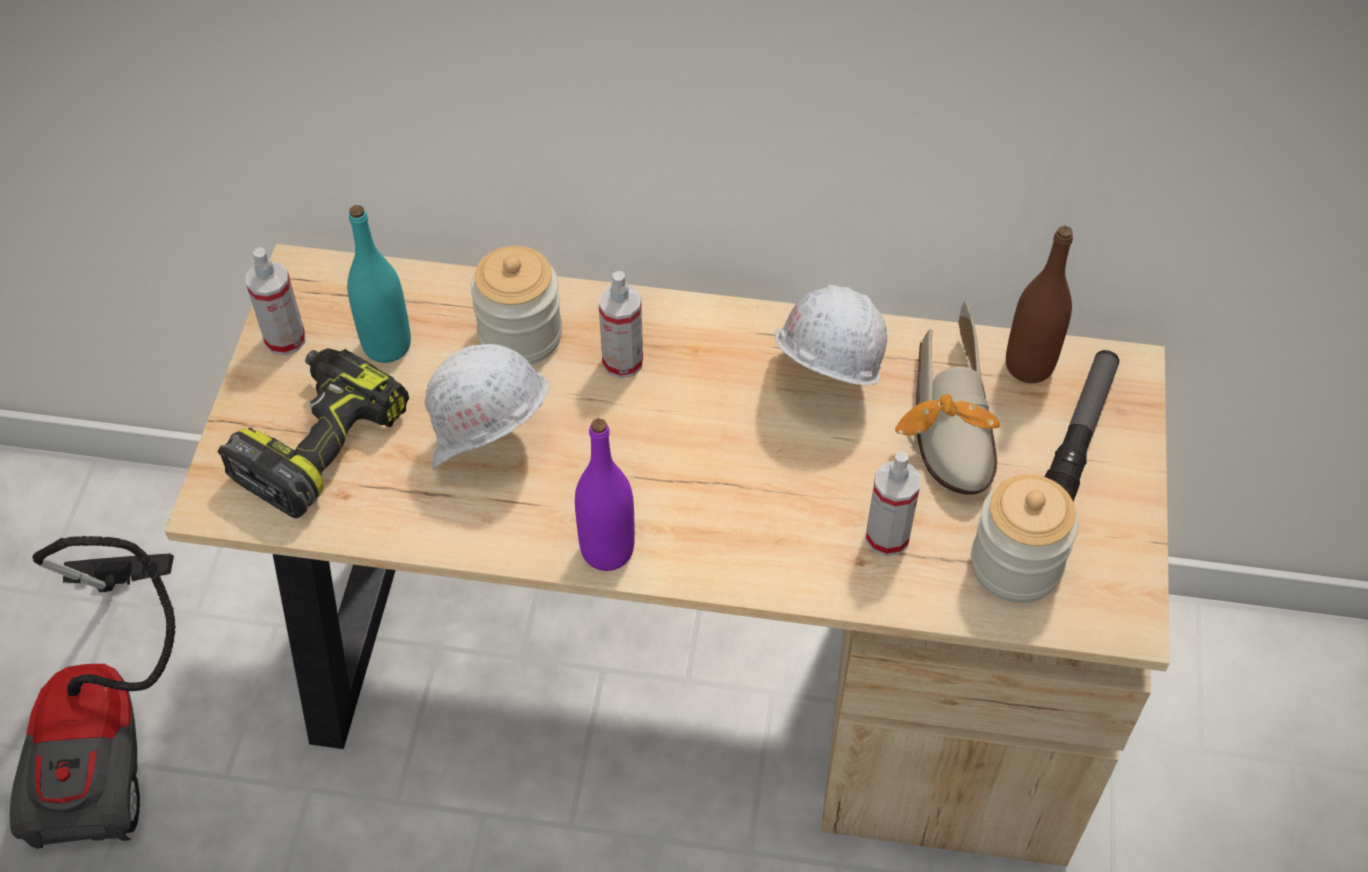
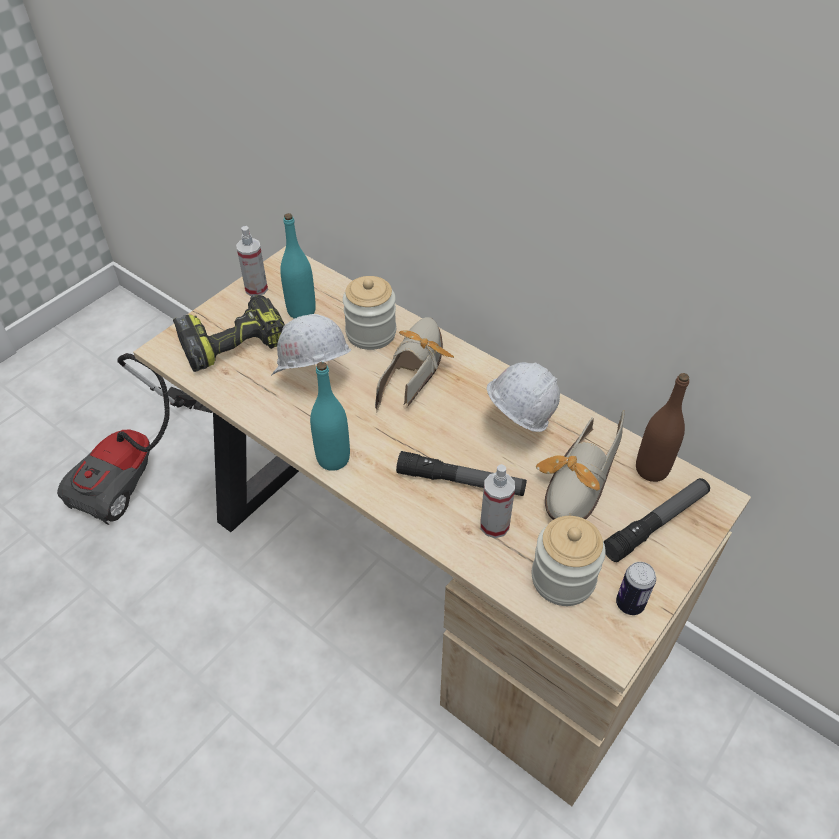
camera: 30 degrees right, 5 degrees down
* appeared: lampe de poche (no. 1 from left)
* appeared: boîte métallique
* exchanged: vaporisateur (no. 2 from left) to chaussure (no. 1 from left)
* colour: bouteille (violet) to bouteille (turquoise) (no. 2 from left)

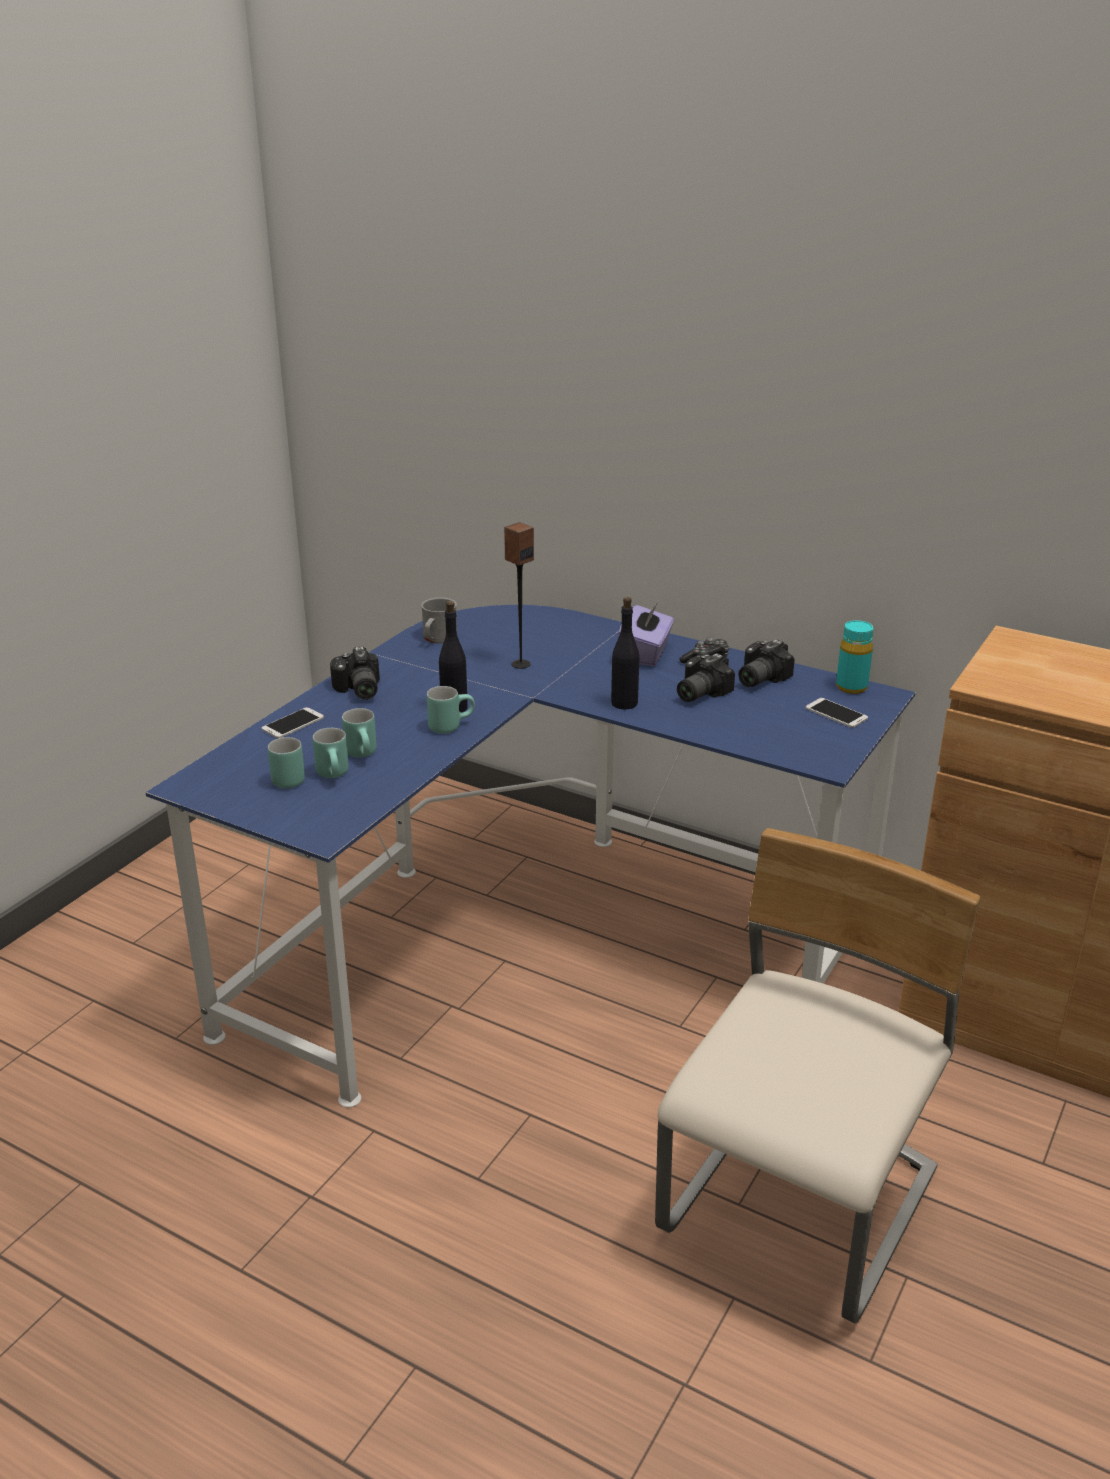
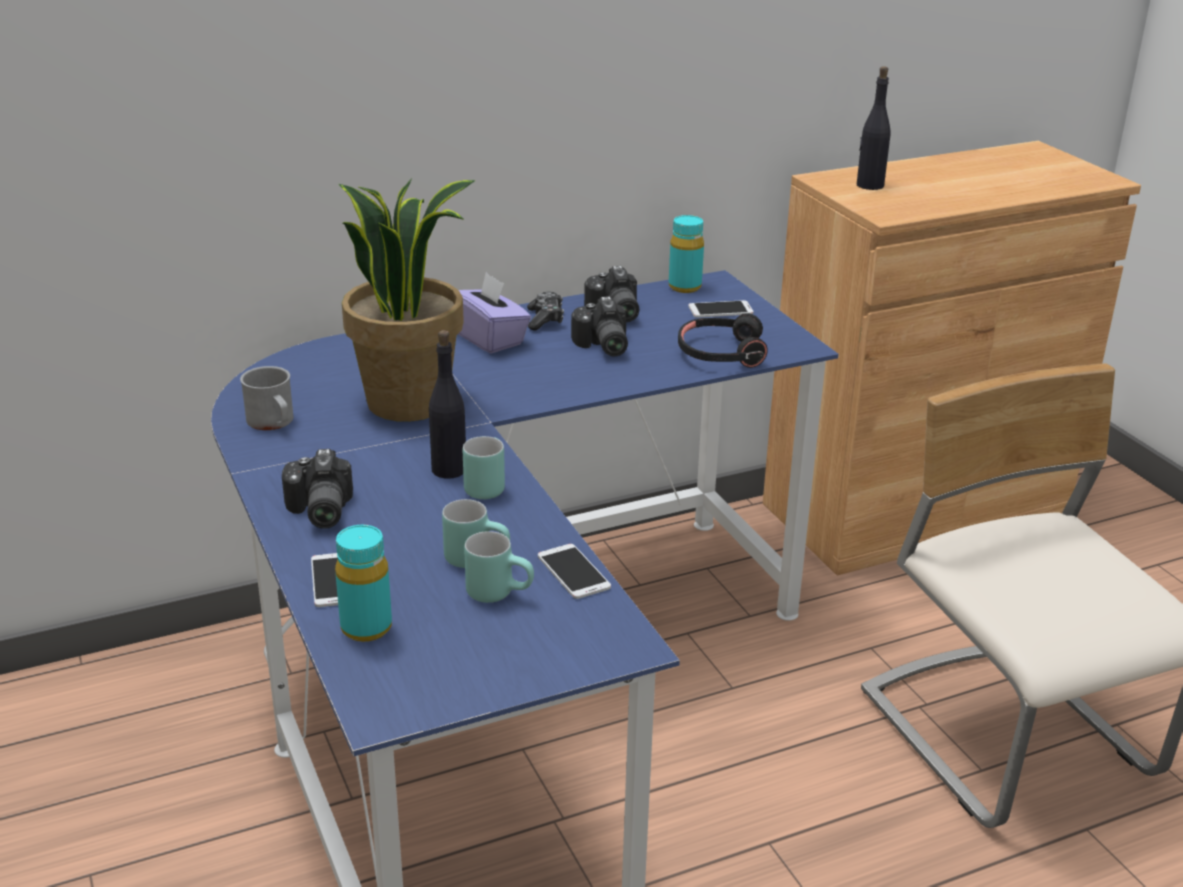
camera: 55 degrees left, 0 degrees up
* missing: mug (turquoise) (no. 1 from left)
* appeared: bouteille (turquoise) (no. 1 from left)
* appeared: téléphone (no. 2 from left)
* appeared: casque audio (noir)
* relocated: bouteille (noir) (no. 2 from left)
* exchanged: enceinte to plante en pot
* spun: appareil photo (no. 1 from left) 60 degrees clockwise

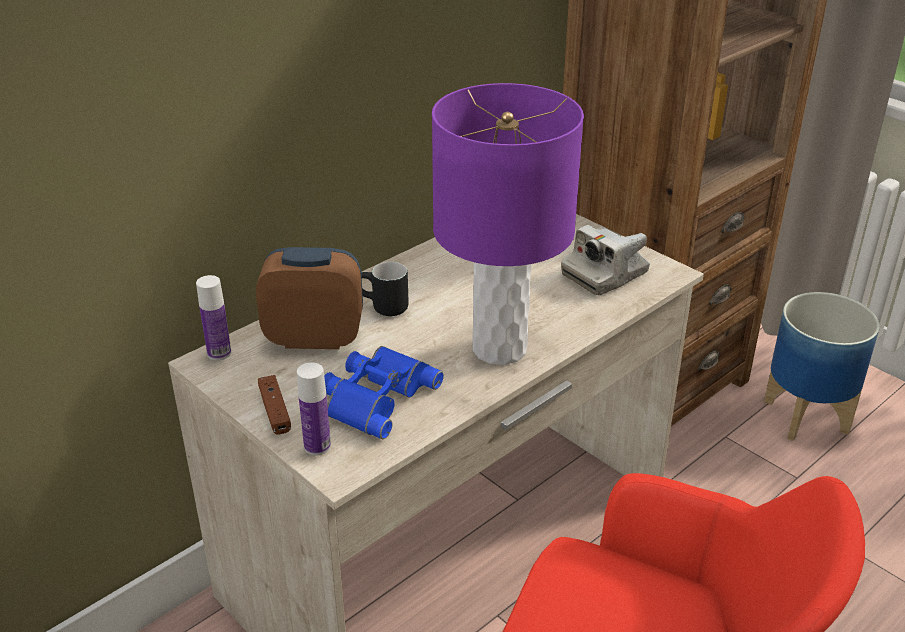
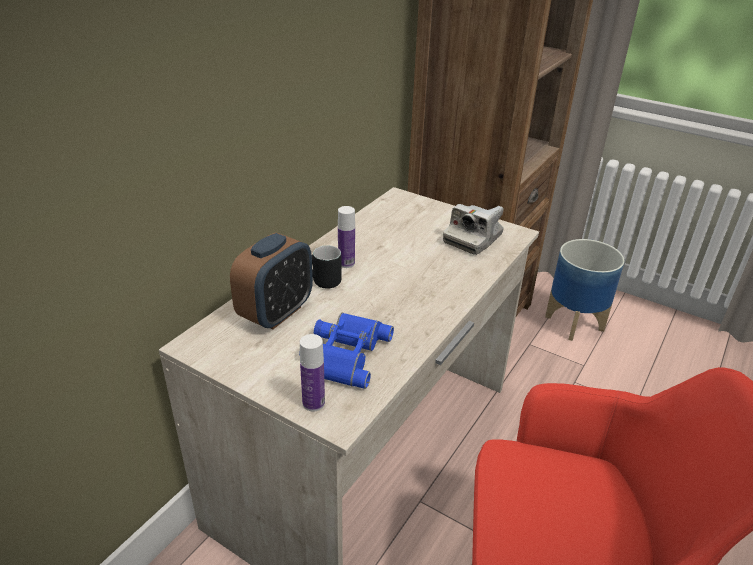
camera: 15 degrees left, 0 degrees up
* missing: manette (marron)
* missing: lampe de table (violet)
* relocated: bouteille (no. 1 from left in the first image) to bouteille (no. 2 from left)
* spun: réveil 135 degrees clockwise

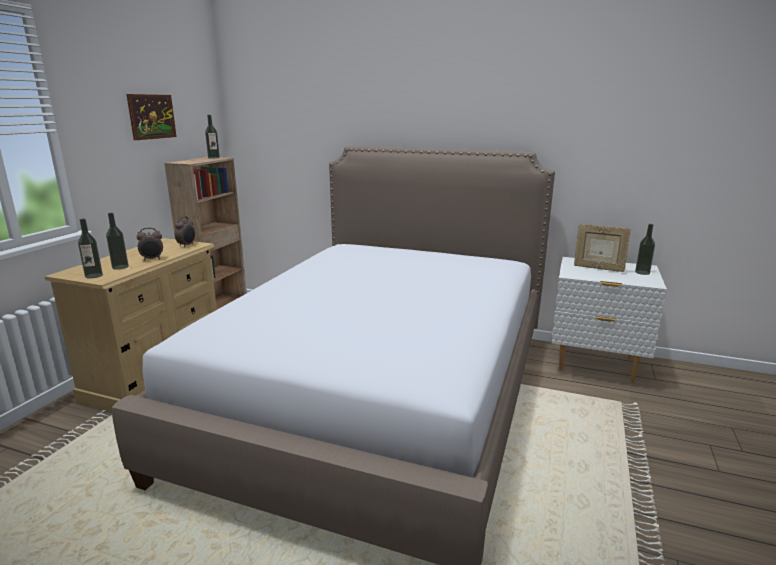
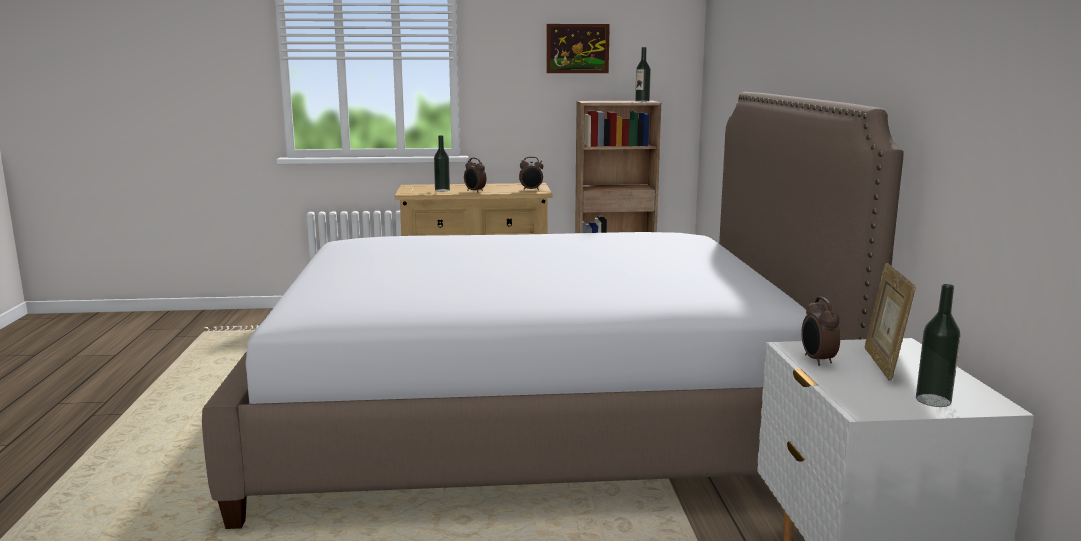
camera: 65 degrees right, 5 degrees down
* missing: bouteille (no. 1 from left)
* appeared: réveil (no. 3 from left)

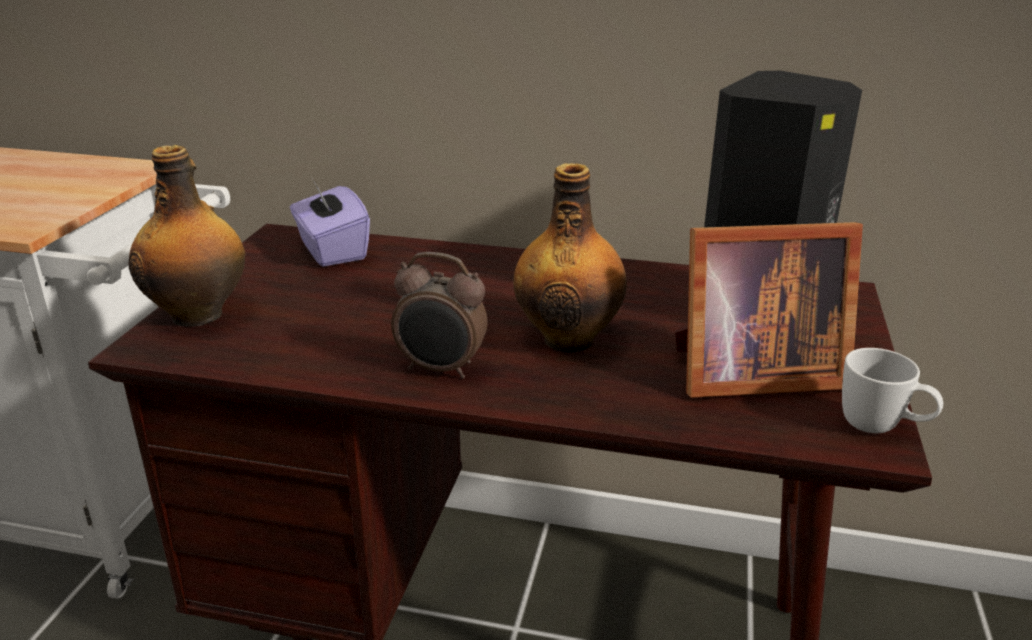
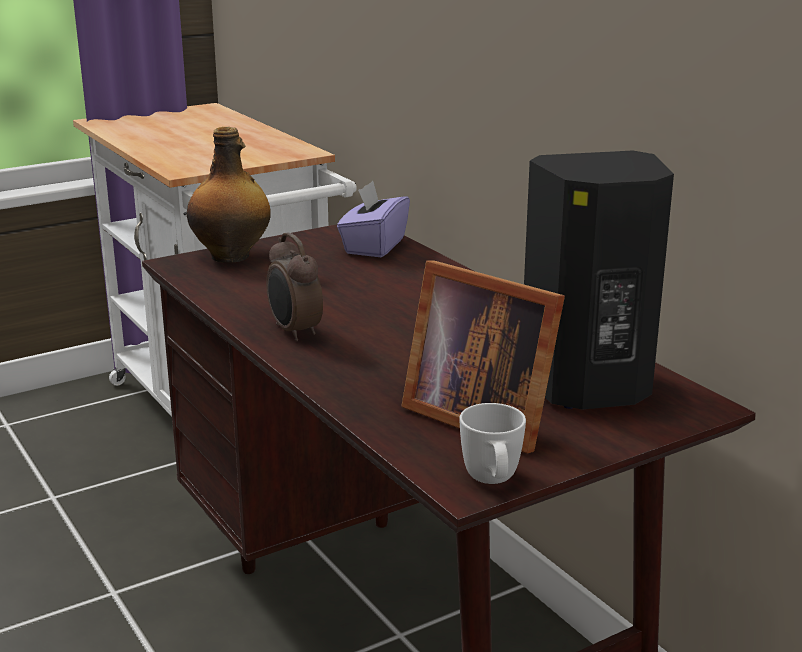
camera: 45 degrees right, 5 degrees down
* missing: bouteille (no. 2 from left)

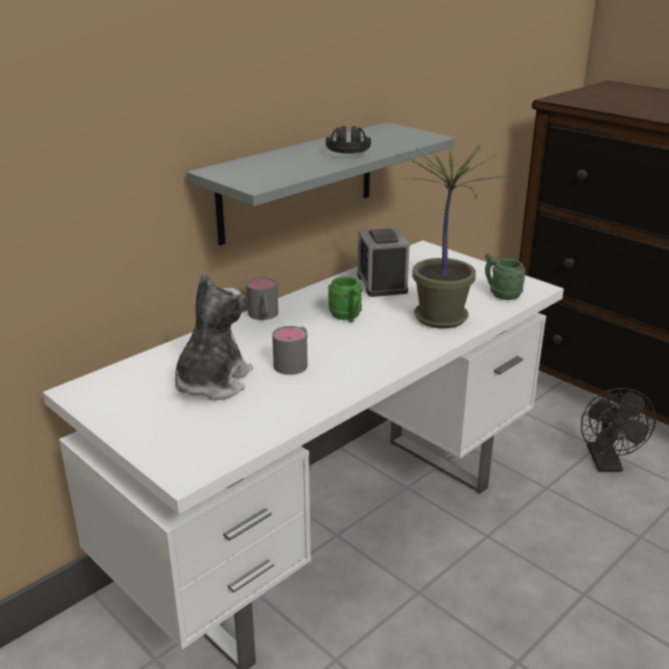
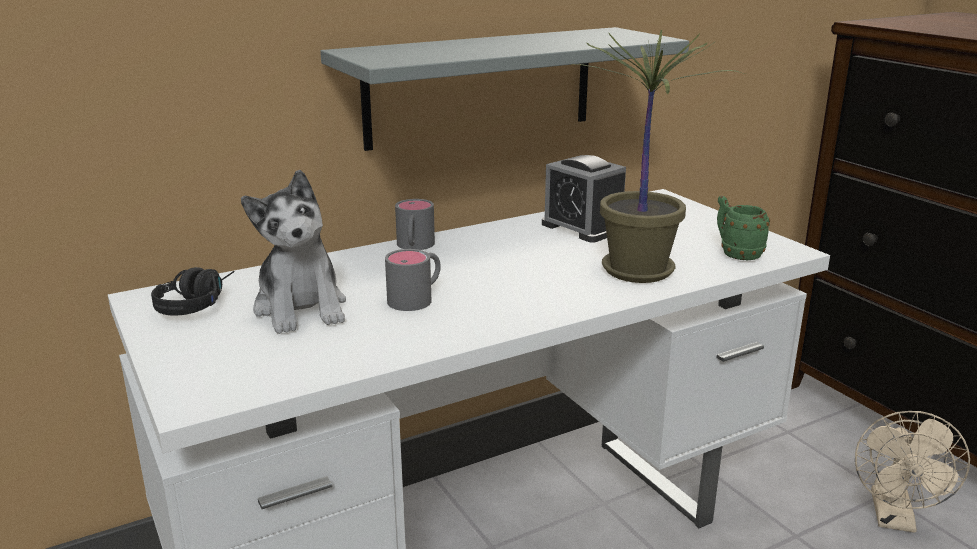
camera: 15 degrees right, 5 degrees down
* missing: mug (vert) (no. 1 from left)
* relocated: casque audio (noir)
* colour: ventilateur (noir) to ventilateur (beige)
* spun: peluche 120 degrees clockwise
* spun: réveil 45 degrees counterclockwise

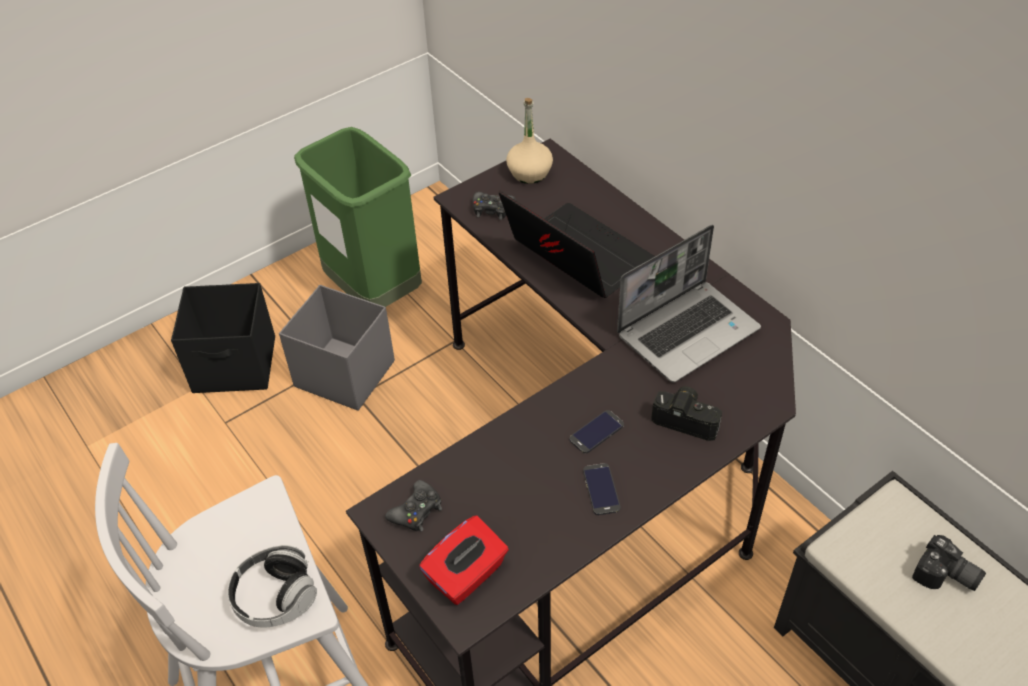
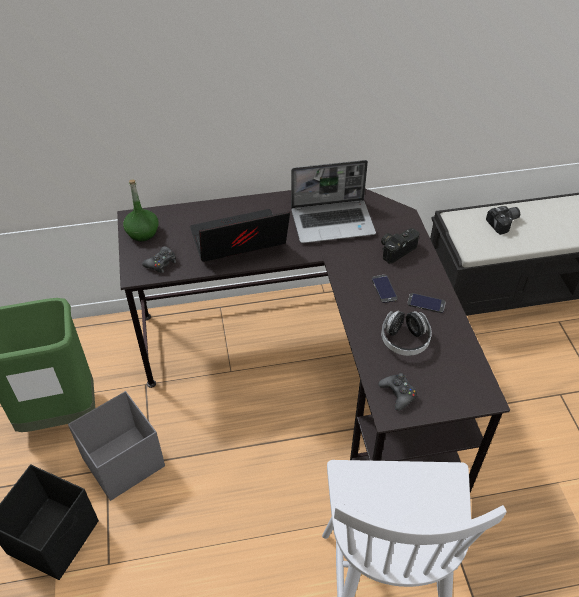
camera: 65 degrees left, 0 degrees up
* missing: boîte à mouchoirs (rouge)
* relocated: casque audio
* colour: bouteille (beige) to bouteille (vert)
* spun: ordinateur portable (no. 2 from left) 90 degrees clockwise

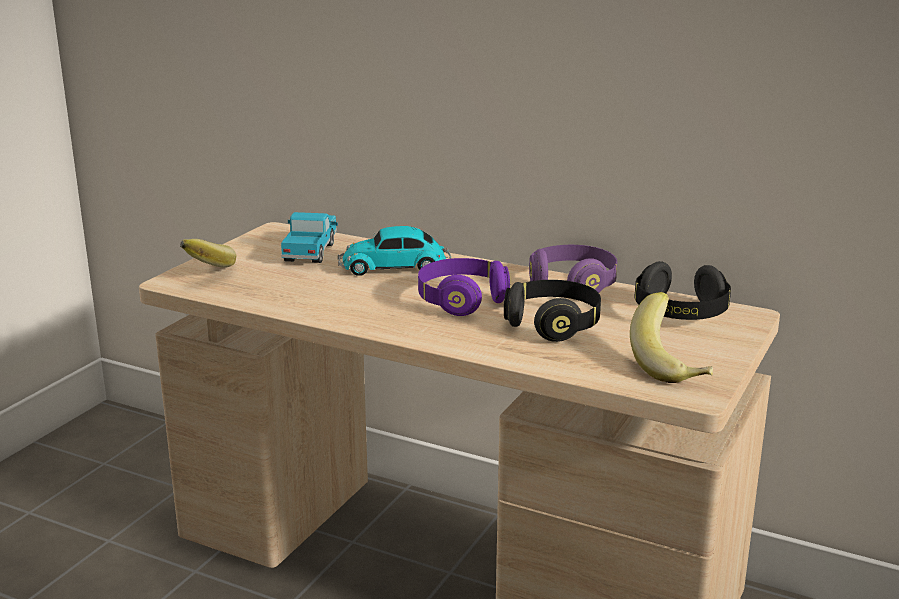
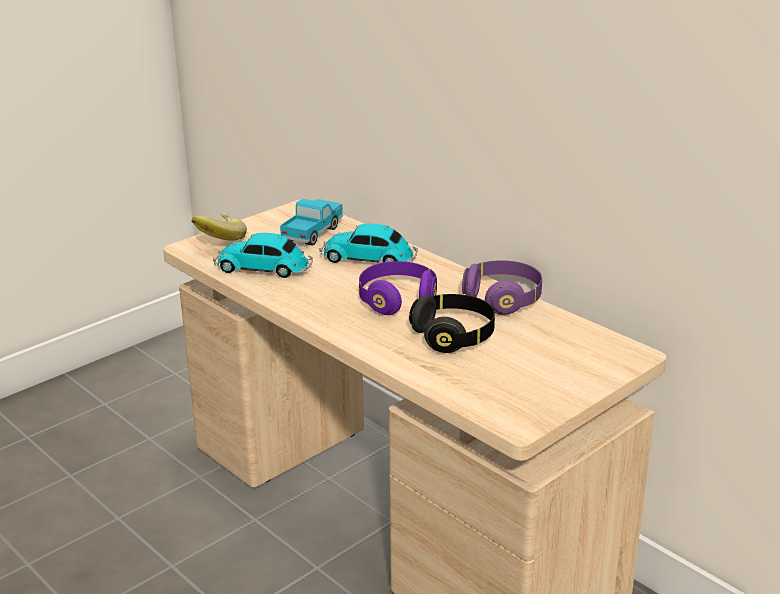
camera: 20 degrees right, 5 degrees up
* missing: banane (no. 2 from left)
* missing: casque audio (noir) (no. 2 from left)
* appeared: petite voiture (no. 1 from left)

